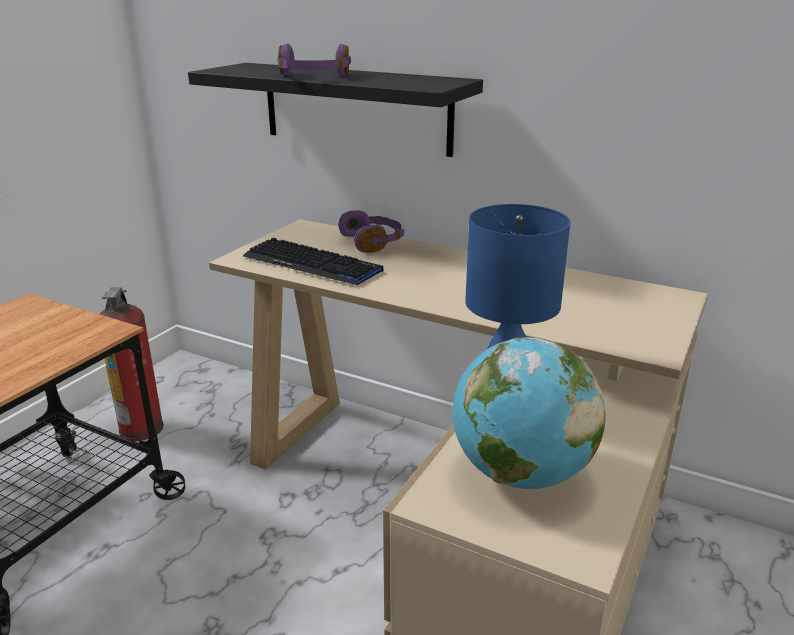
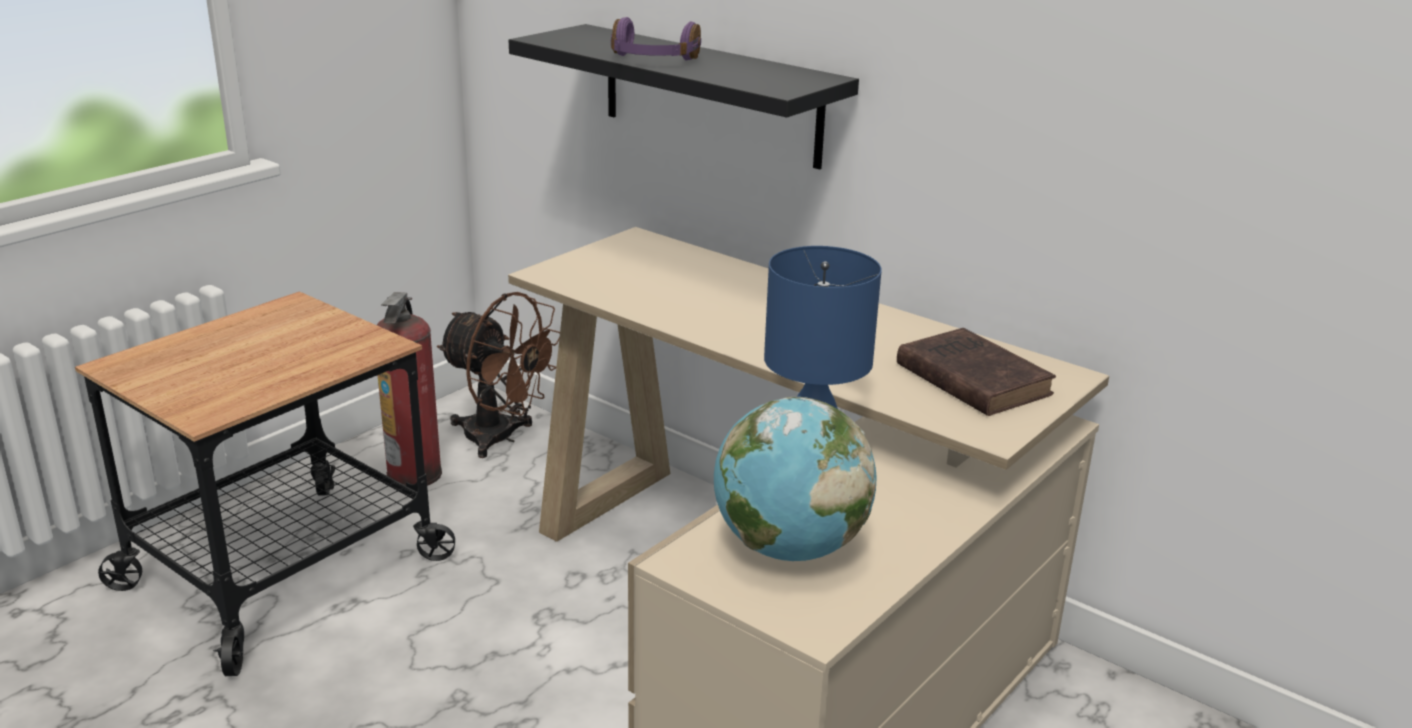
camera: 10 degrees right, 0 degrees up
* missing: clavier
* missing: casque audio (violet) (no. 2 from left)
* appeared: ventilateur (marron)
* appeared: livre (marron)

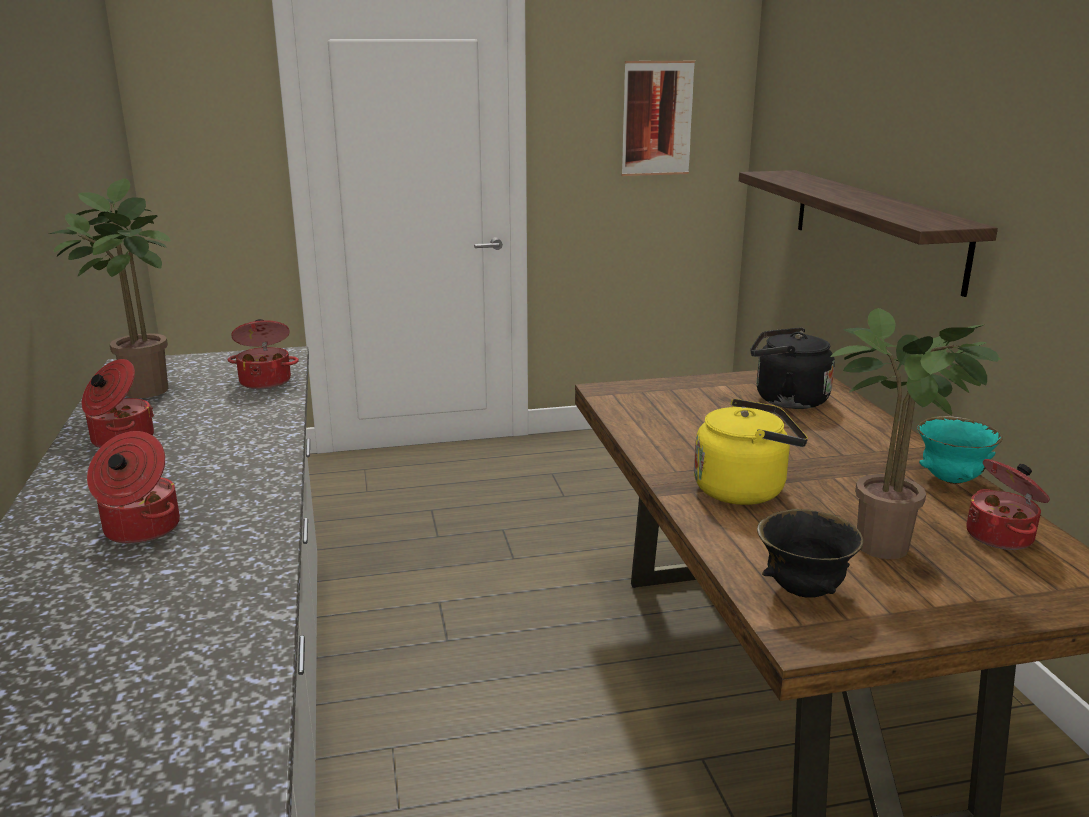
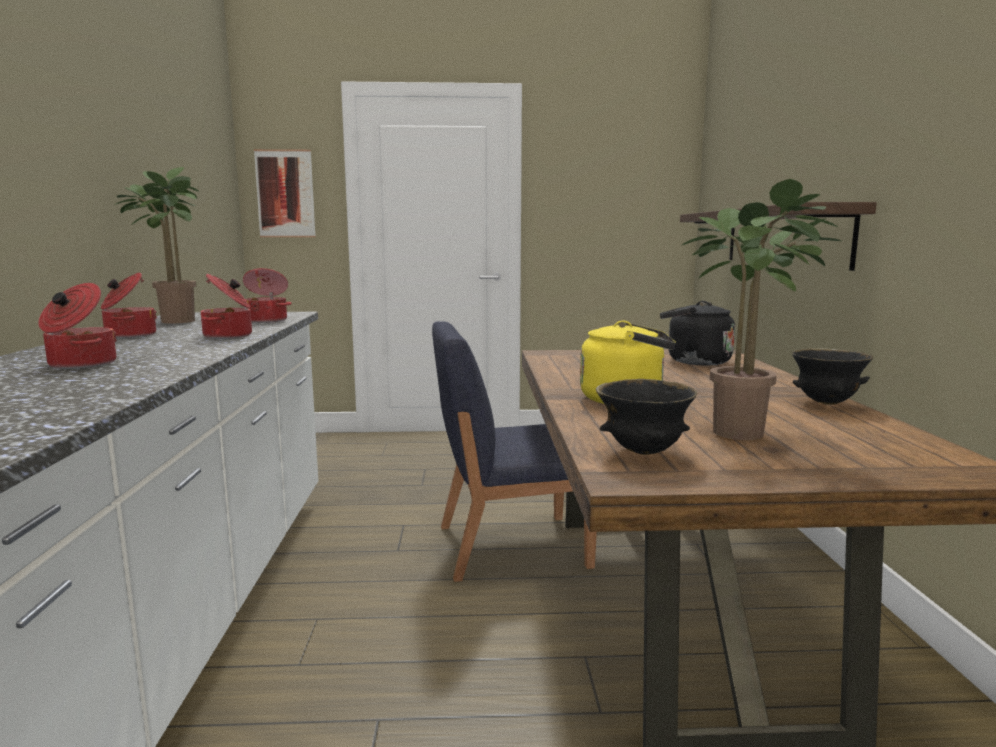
camera: 10 degrees right, 10 degrees down
* appeared: chaise (bleu)
* relocated: tableau
* relocated: marmite (no. 4 from left in the first image) to marmite (no. 3 from left)
* colour: bol (turquoise) to bol (noir) (no. 2 from left)

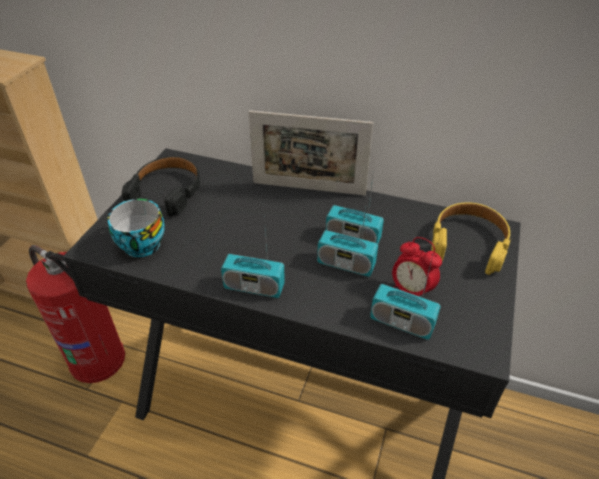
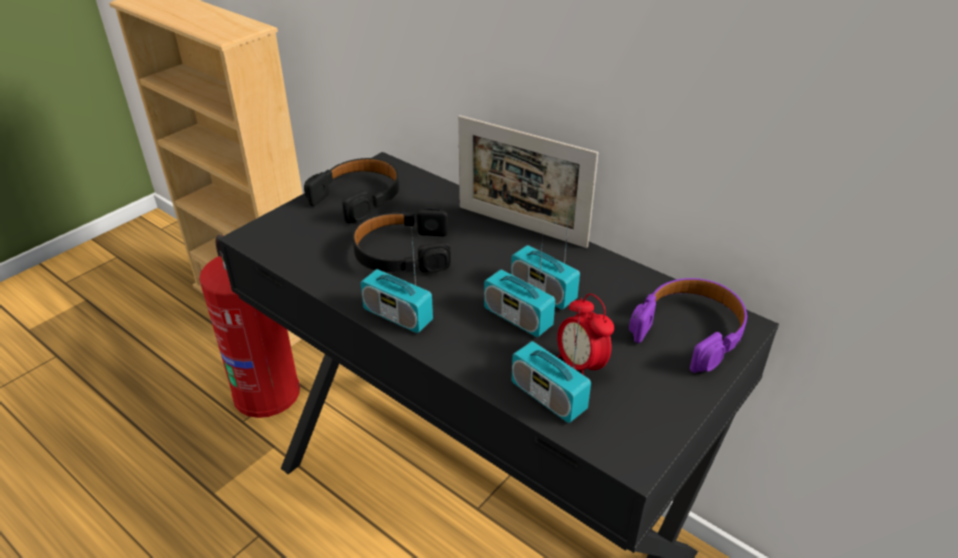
camera: 20 degrees right, 5 degrees down
* missing: tasse
* appeared: casque audio (noir) (no. 2 from left)
* colour: casque audio (jaune) to casque audio (violet)

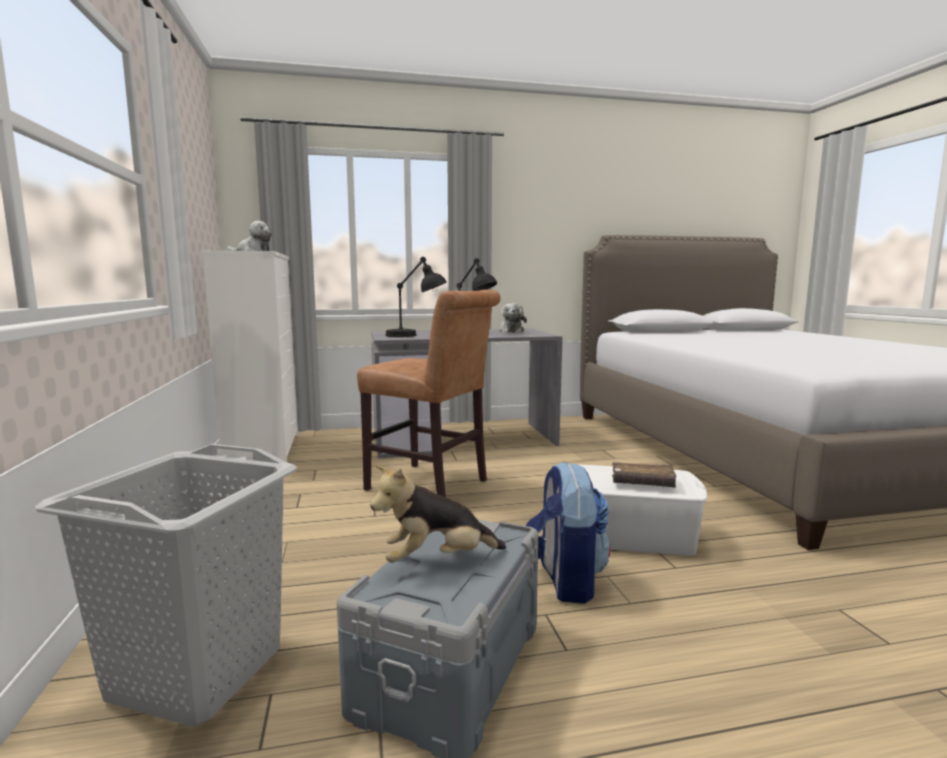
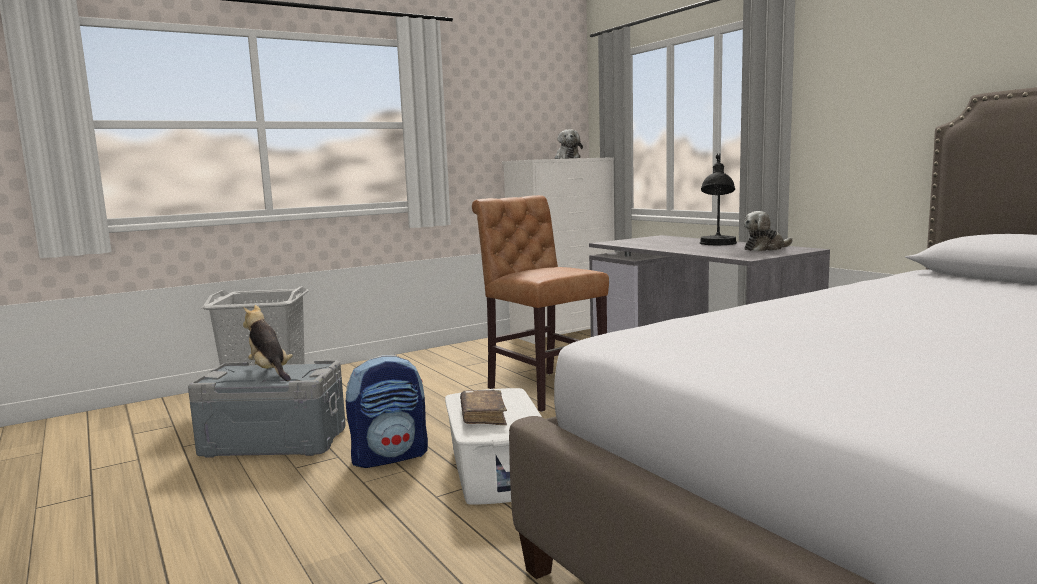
camera: 70 degrees right, 0 degrees up
* missing: lampe de table (noir) (no. 1 from left)
* spun: chaise (marron) 135 degrees clockwise

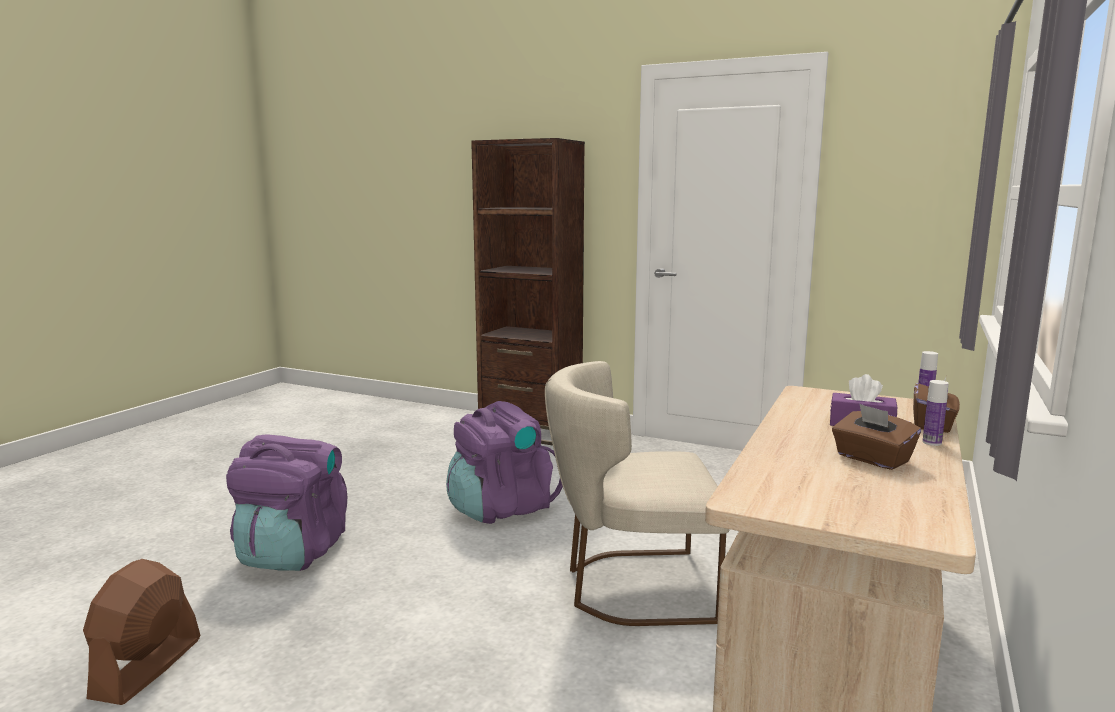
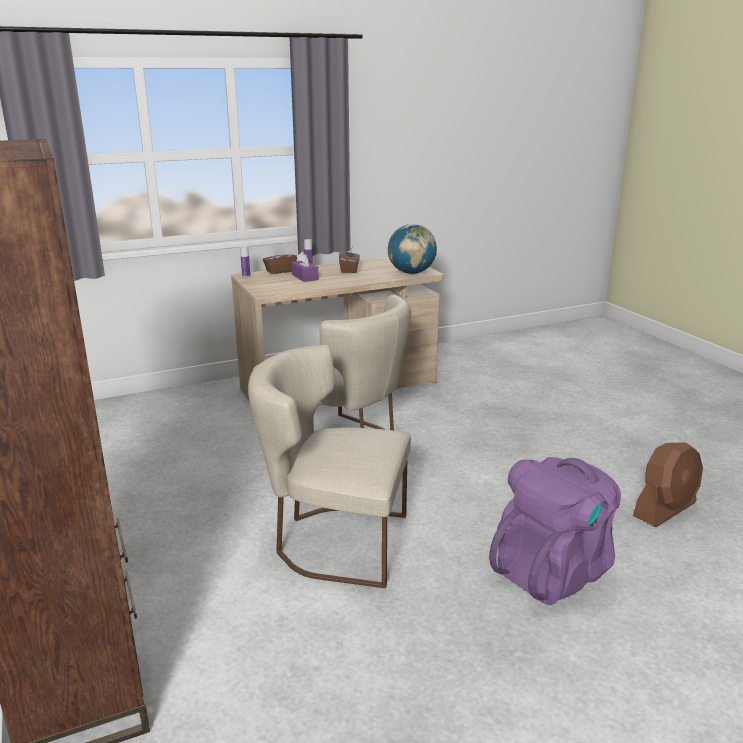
camera: 140 degrees left, 10 degrees up
* appeared: globe
* exchanged: sac à dos (violet) (no. 2 from left) to chaise (beige) (no. 1 from left)

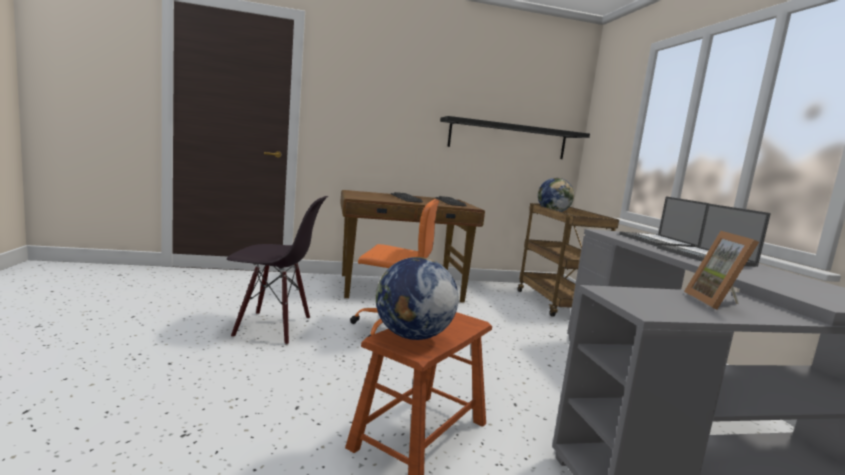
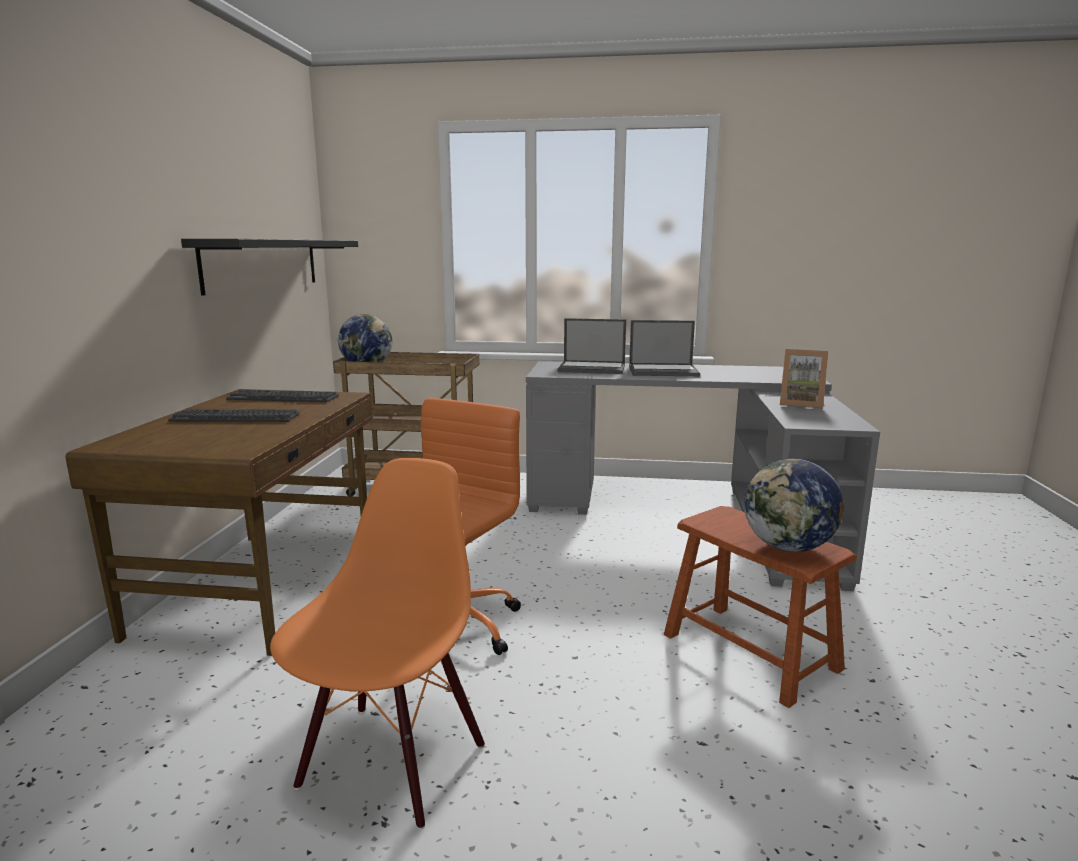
camera: 70 degrees left, 5 degrees up
* colour: chaise (noir) to chaise (orange)

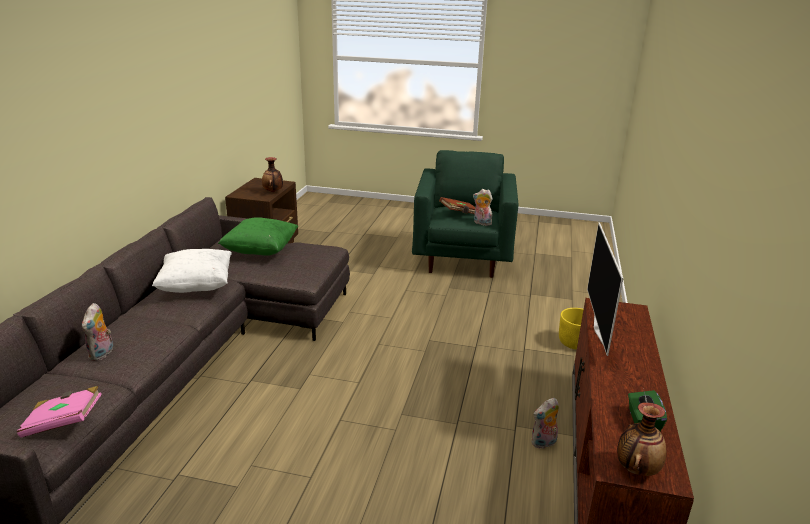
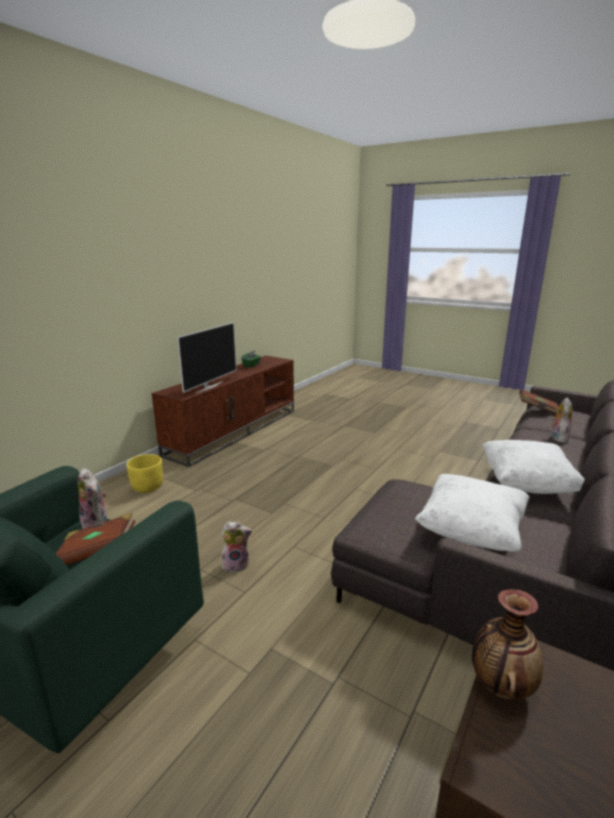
camera: 160 degrees left, 5 degrees down
* missing: vase (no. 2 from left)
* relocated: peluche (no. 3 from left in the first image) to peluche (no. 2 from left)
* colour: livre (rose) to livre (marron) (no. 2 from left)
* colour: coussin (vert) to coussin (blanc) (no. 1 from left)

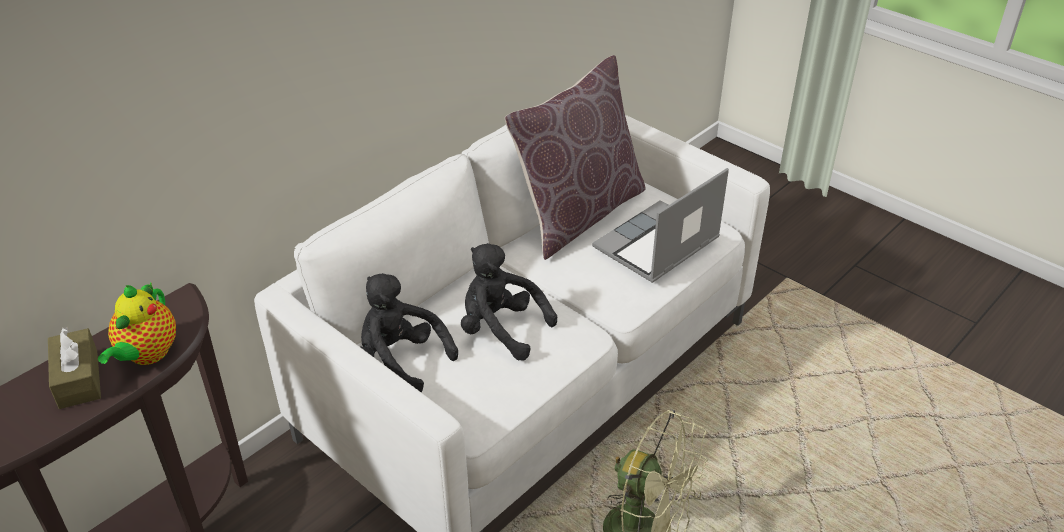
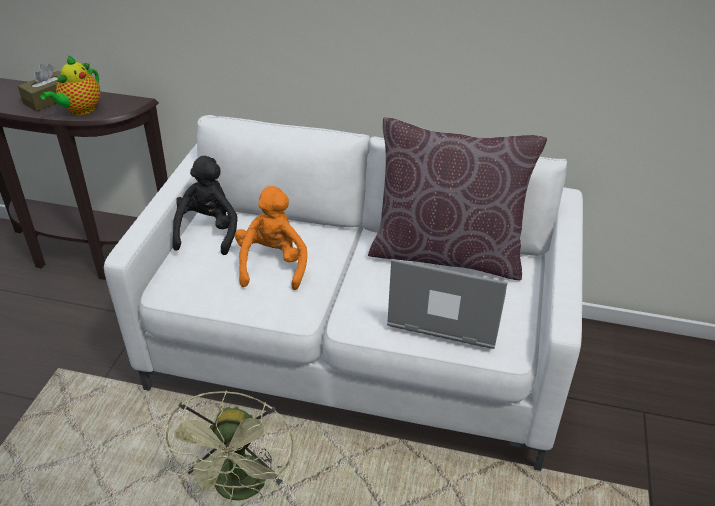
camera: 60 degrees right, 0 degrees up
* colour: peluche (noir) (no. 2 from left) to peluche (orange)
* spun: théière 45 degrees counterclockwise

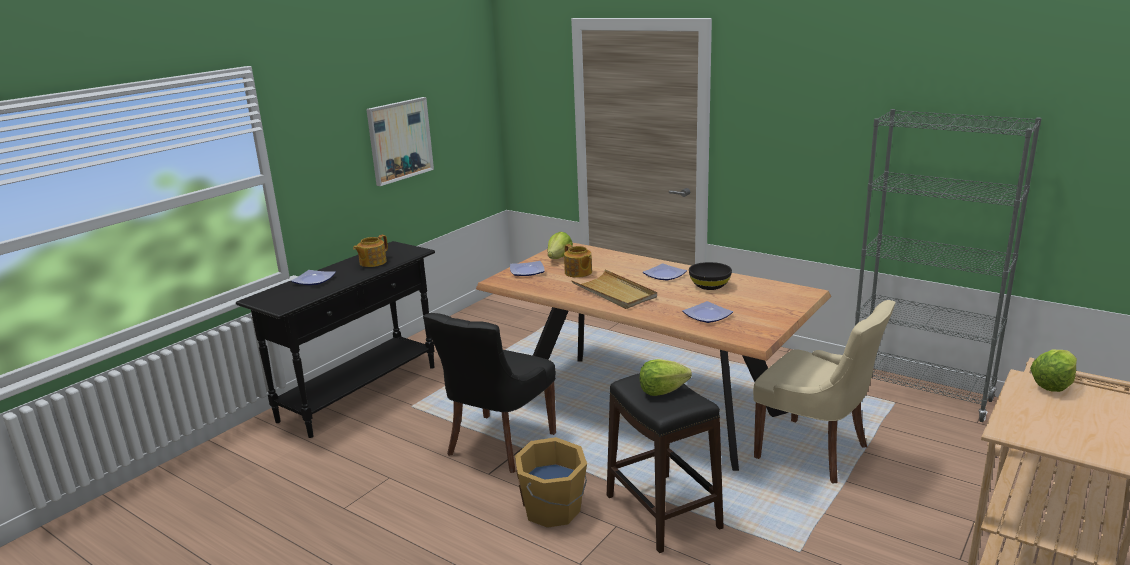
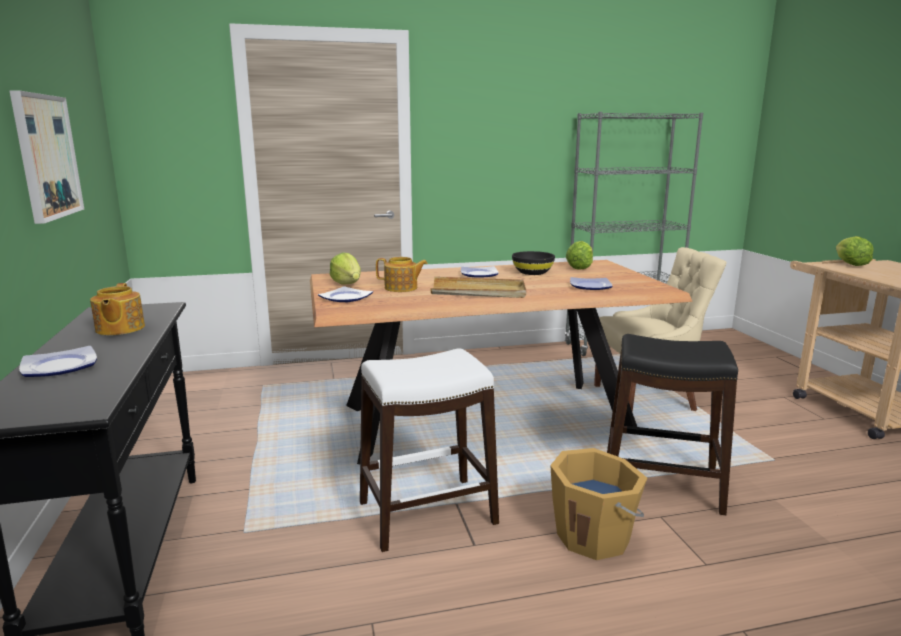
camera: 50 degrees left, 5 degrees down
* relocated: laitue (no. 2 from left)
* exchanged: chaise (noir) to tabouret (blanc)

